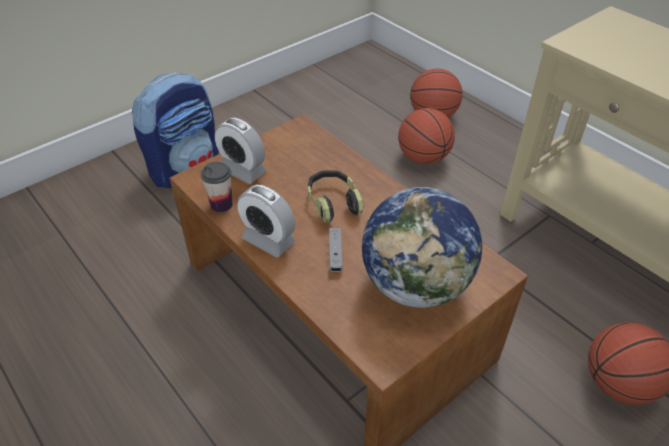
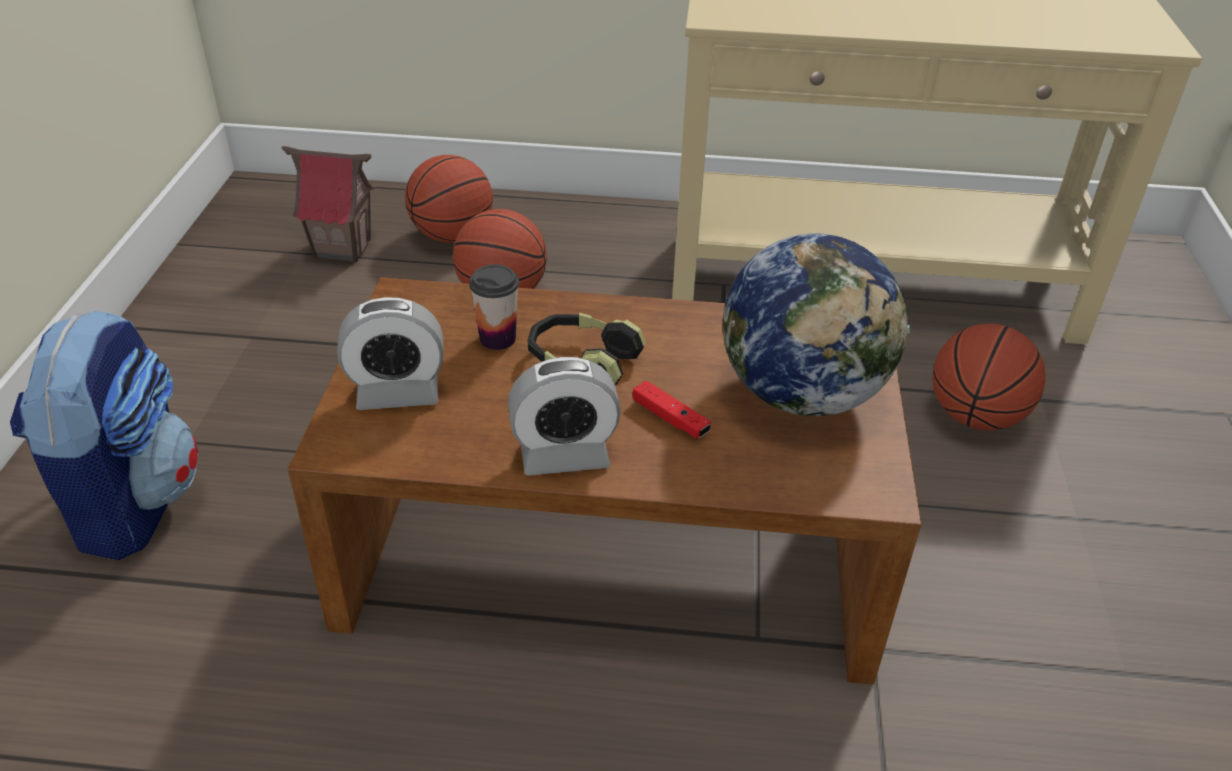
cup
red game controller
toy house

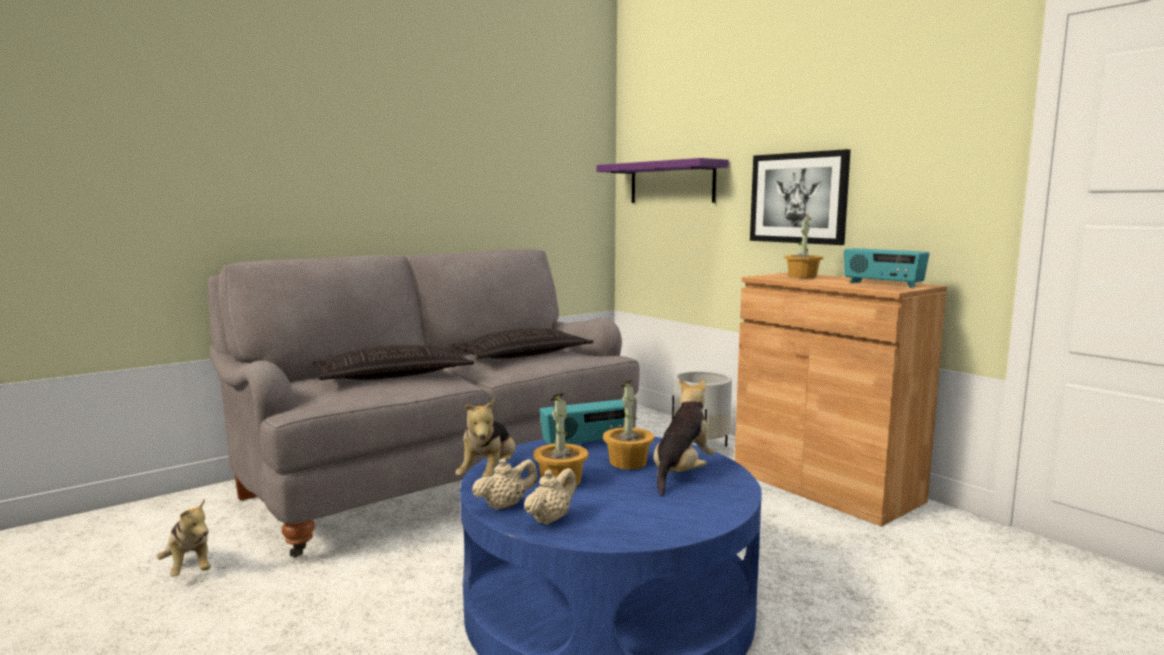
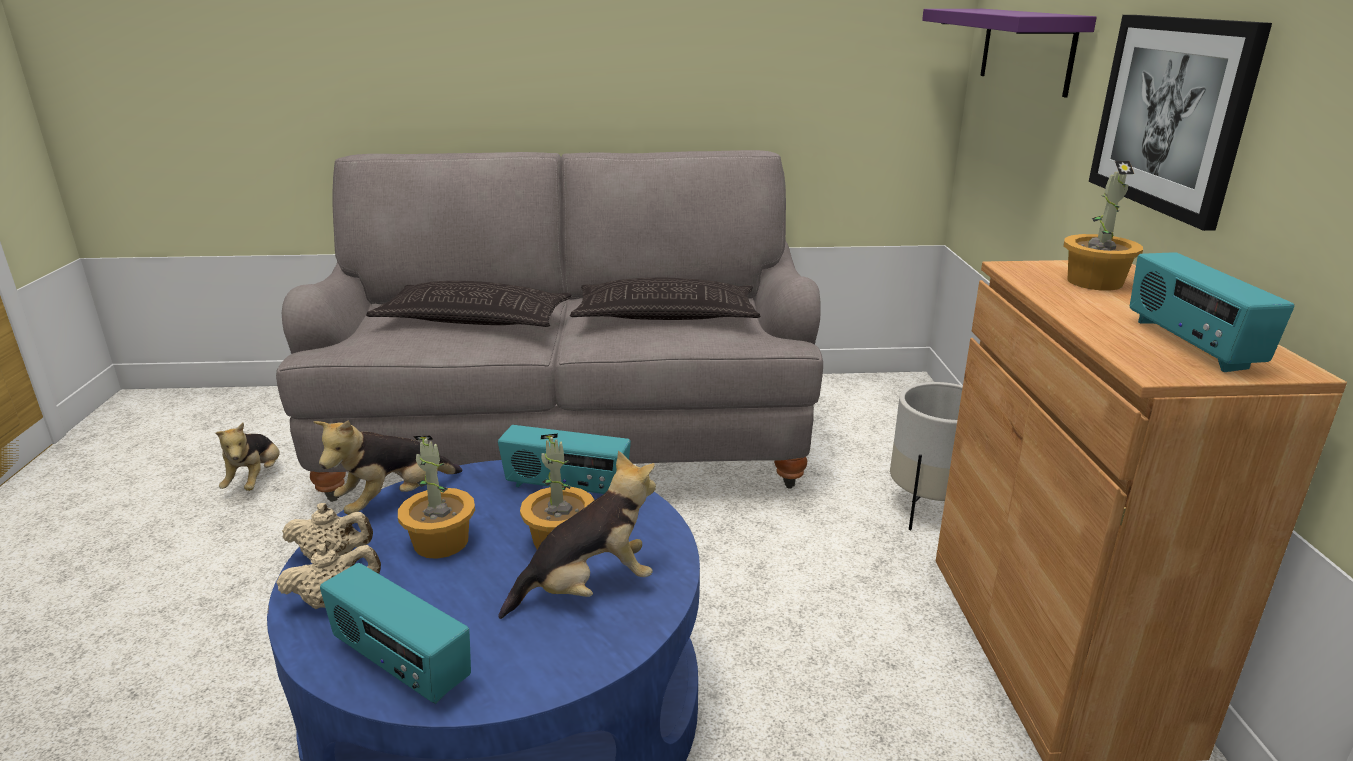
radio (1st from left)

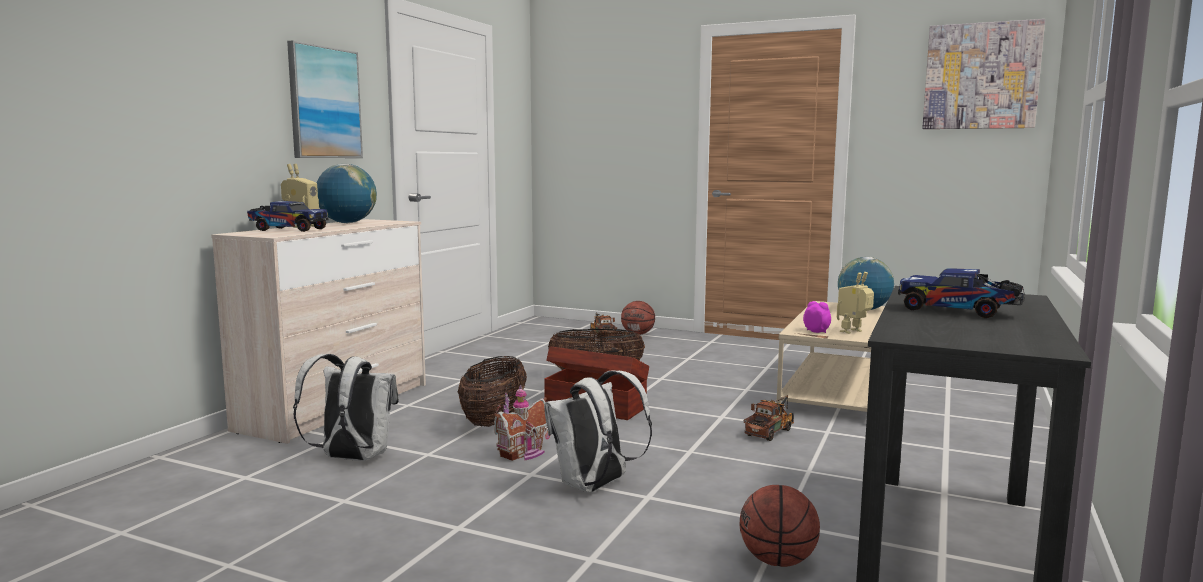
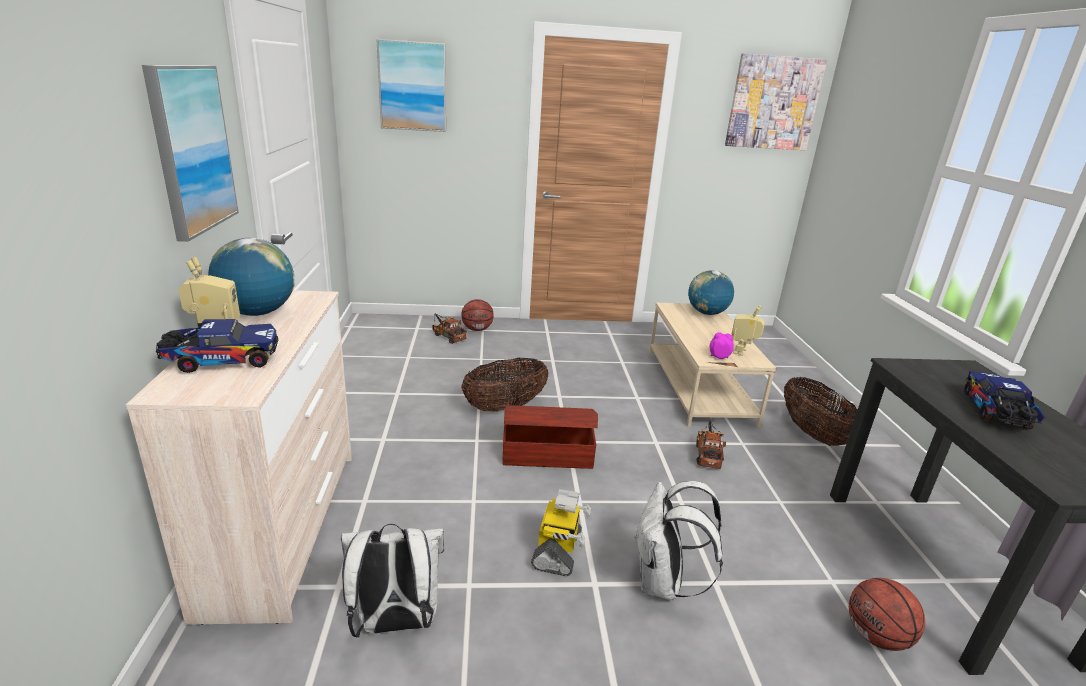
toy truck (4th from left)
basket (2nd from left)
toy robot (2nd from left)
picture (2nd from left)

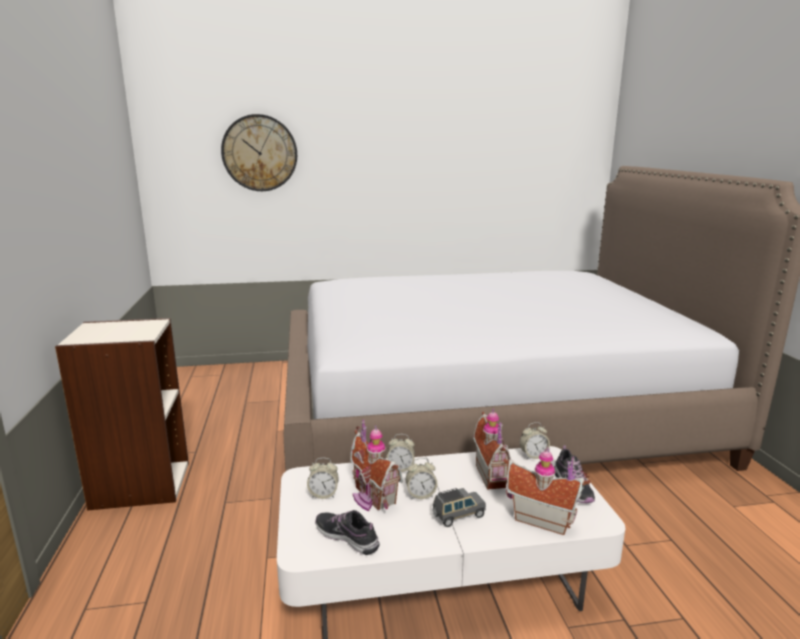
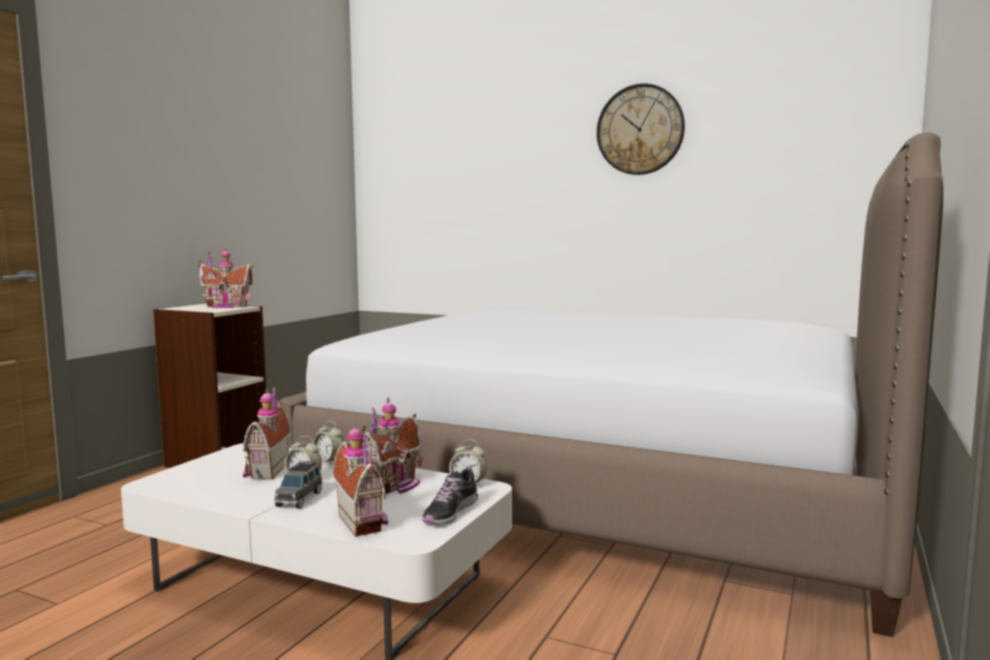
wall clock
alarm clock (1st from left in the first image)
grey toy car
shoe (1st from left in the first image)
toy house (1st from left)

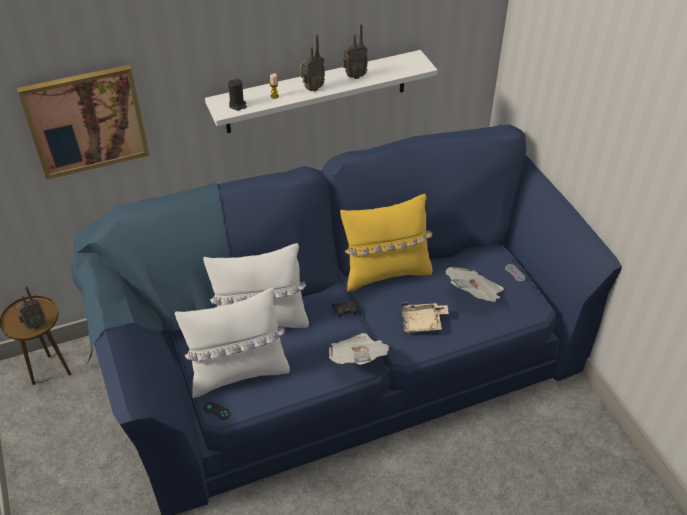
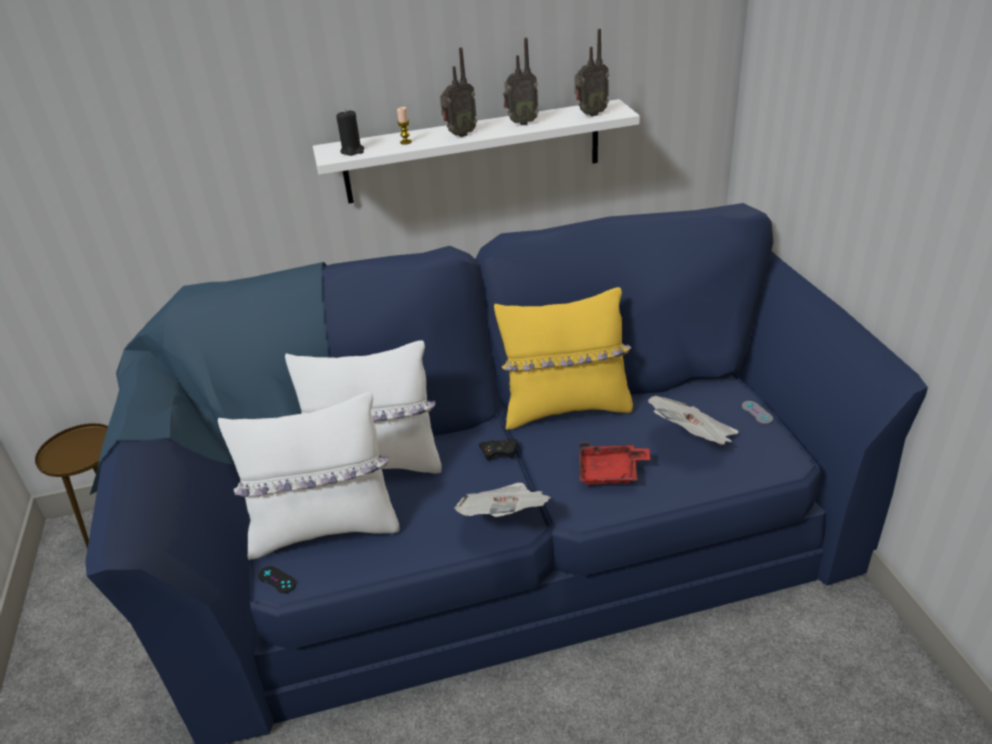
picture
radio (3rd from left)
red tray

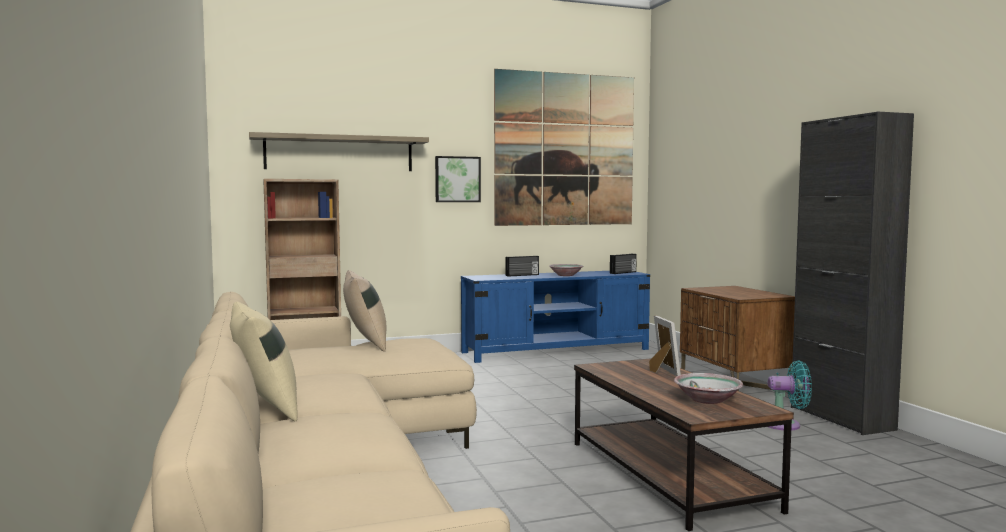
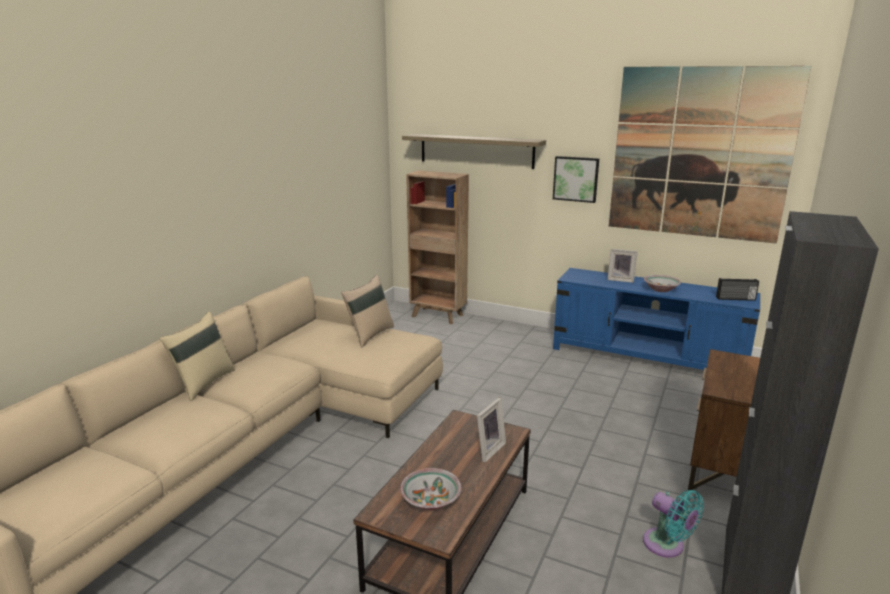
picture frame (2nd from left)

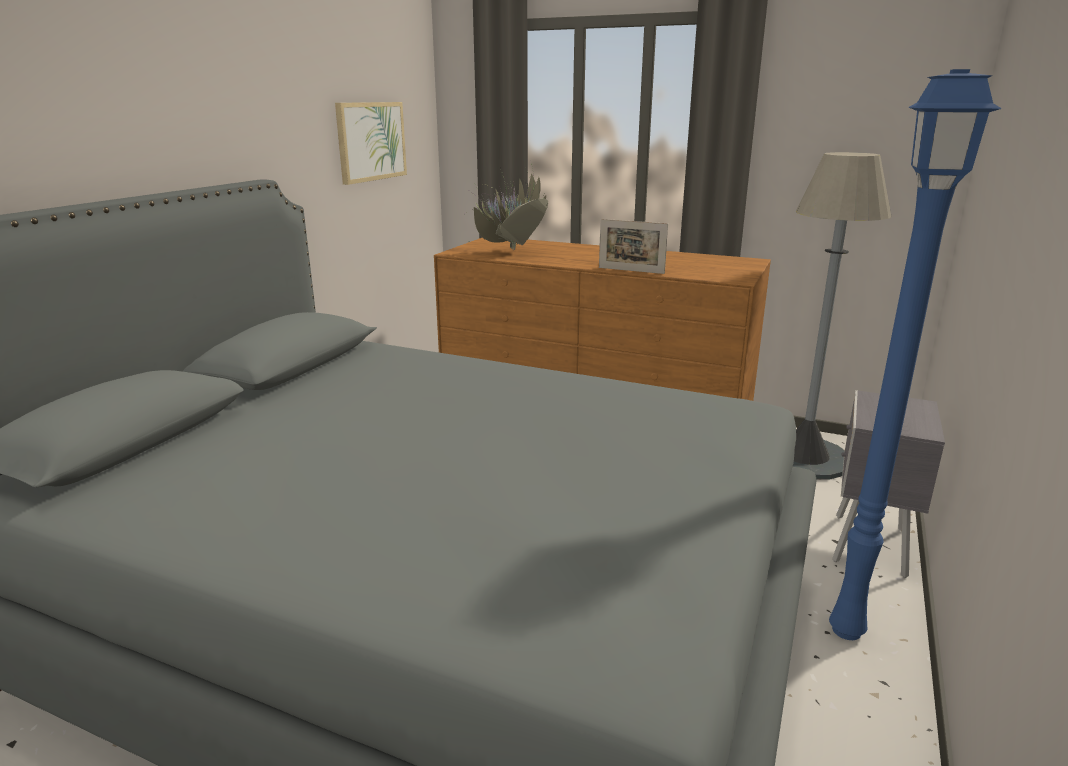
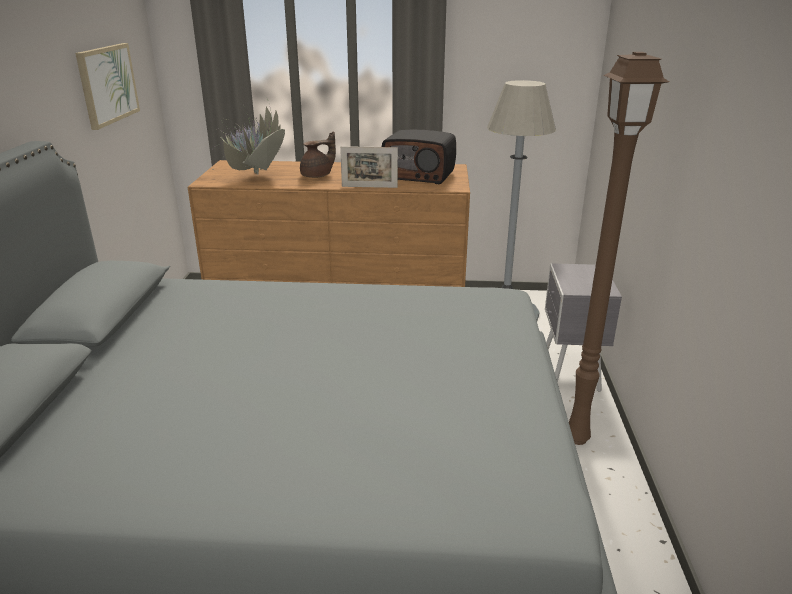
brown floor lamp
radio
brown teapot

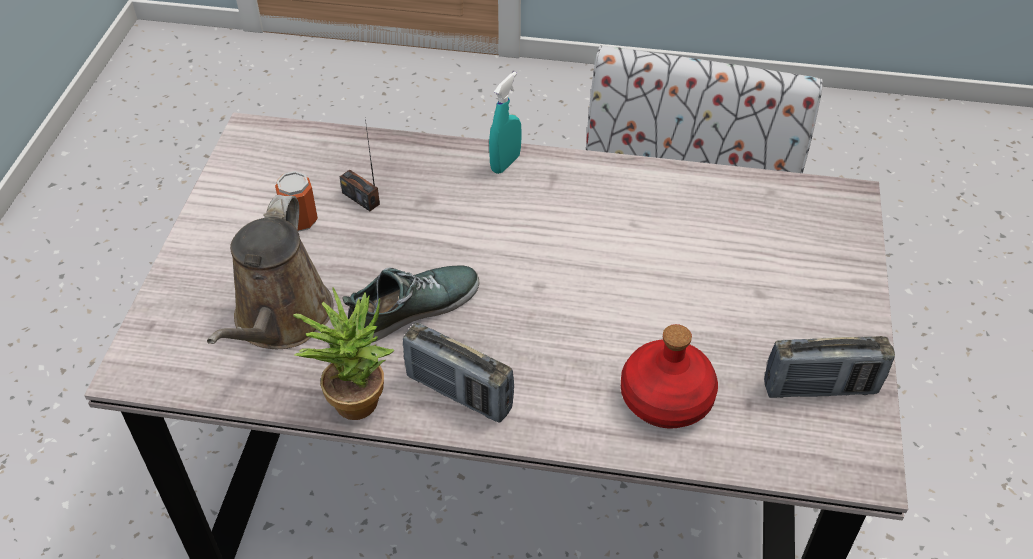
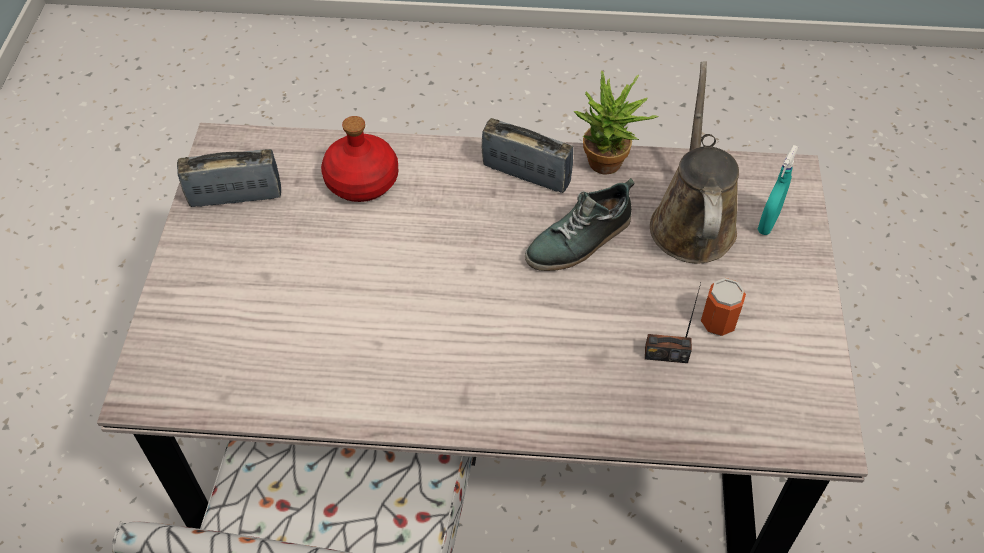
turquoise spray bottle
radio (3rd from left)

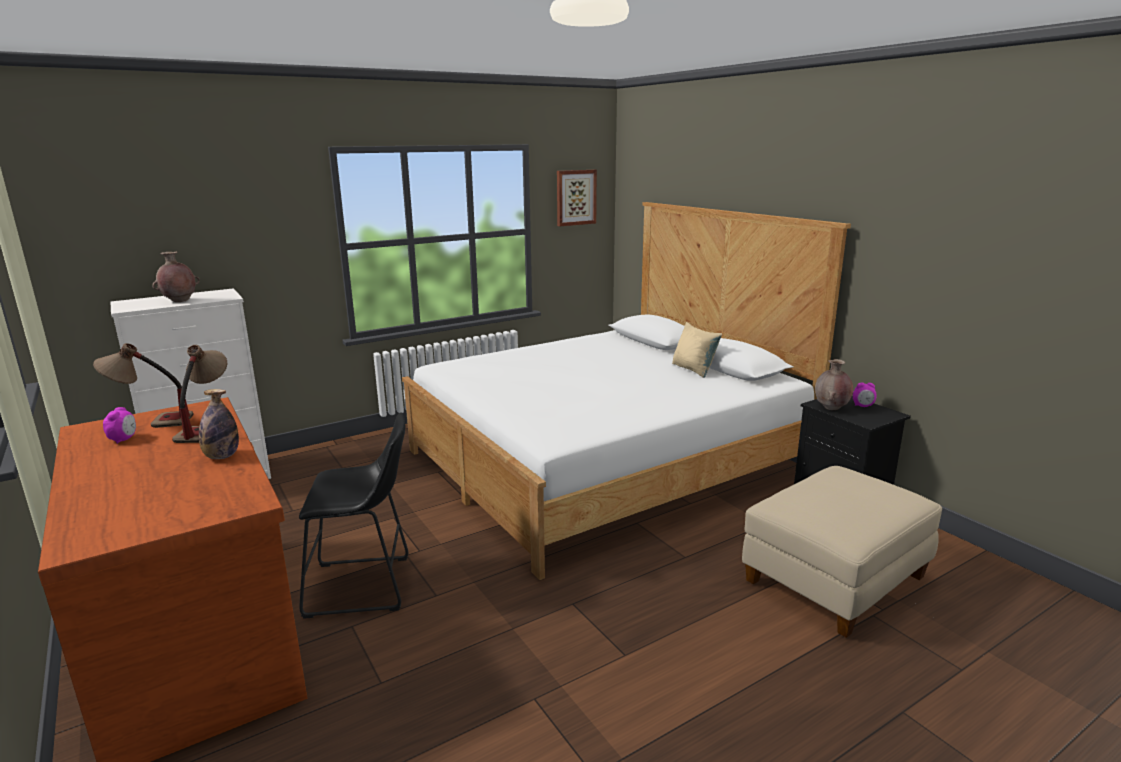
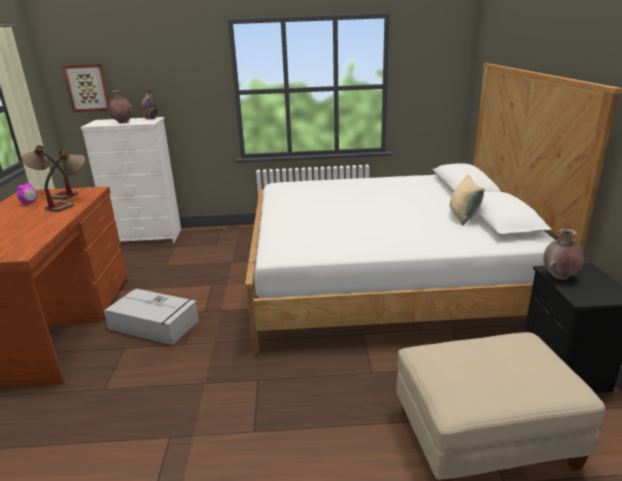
picture
alarm clock (2nd from left in the first image)
bottle
grey storage box

